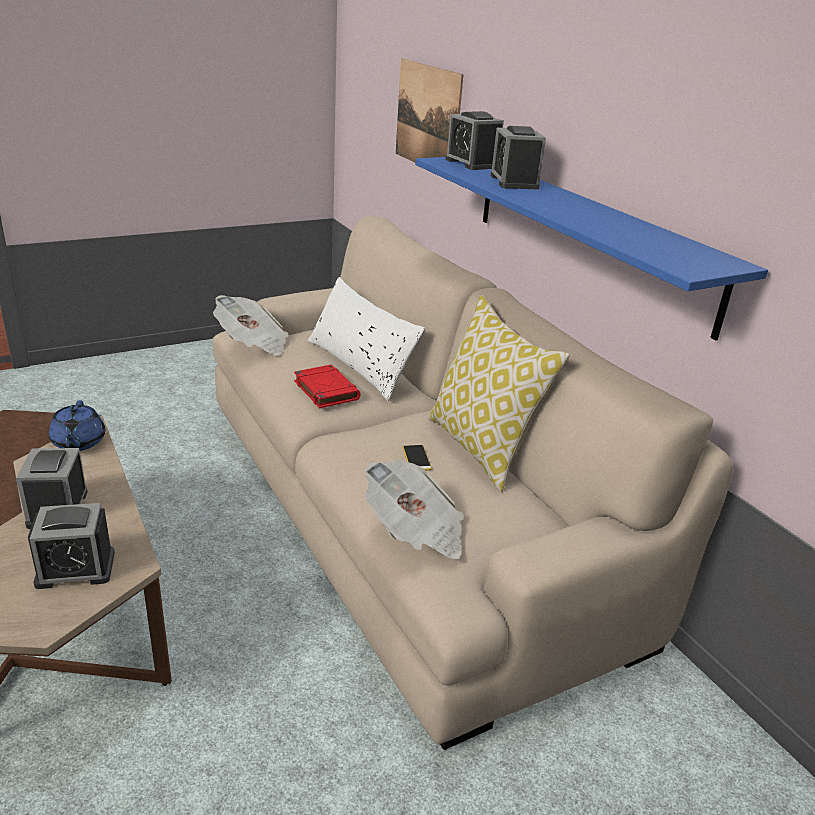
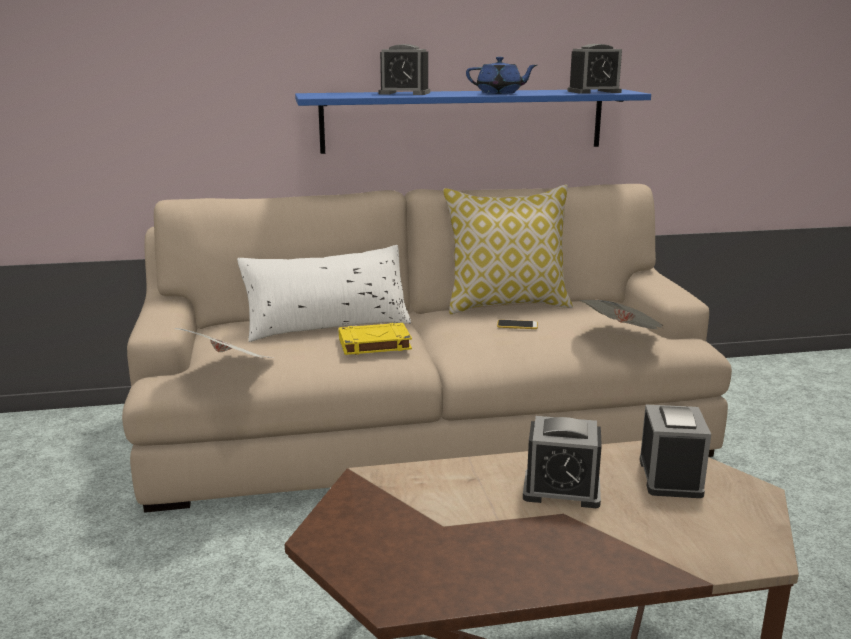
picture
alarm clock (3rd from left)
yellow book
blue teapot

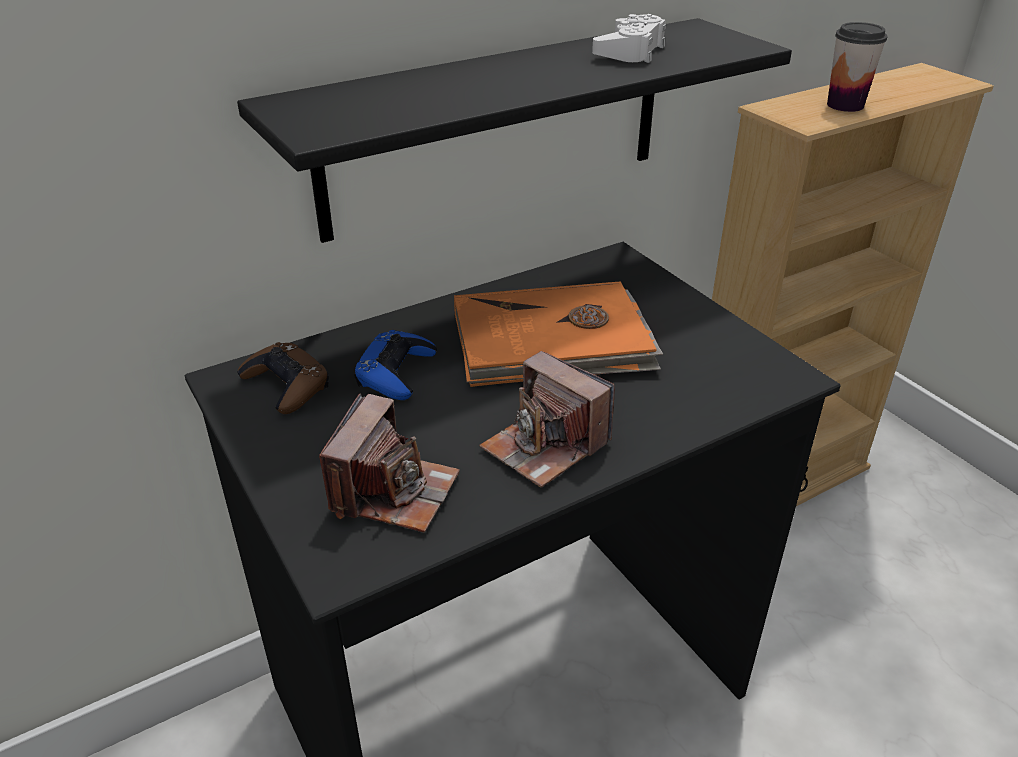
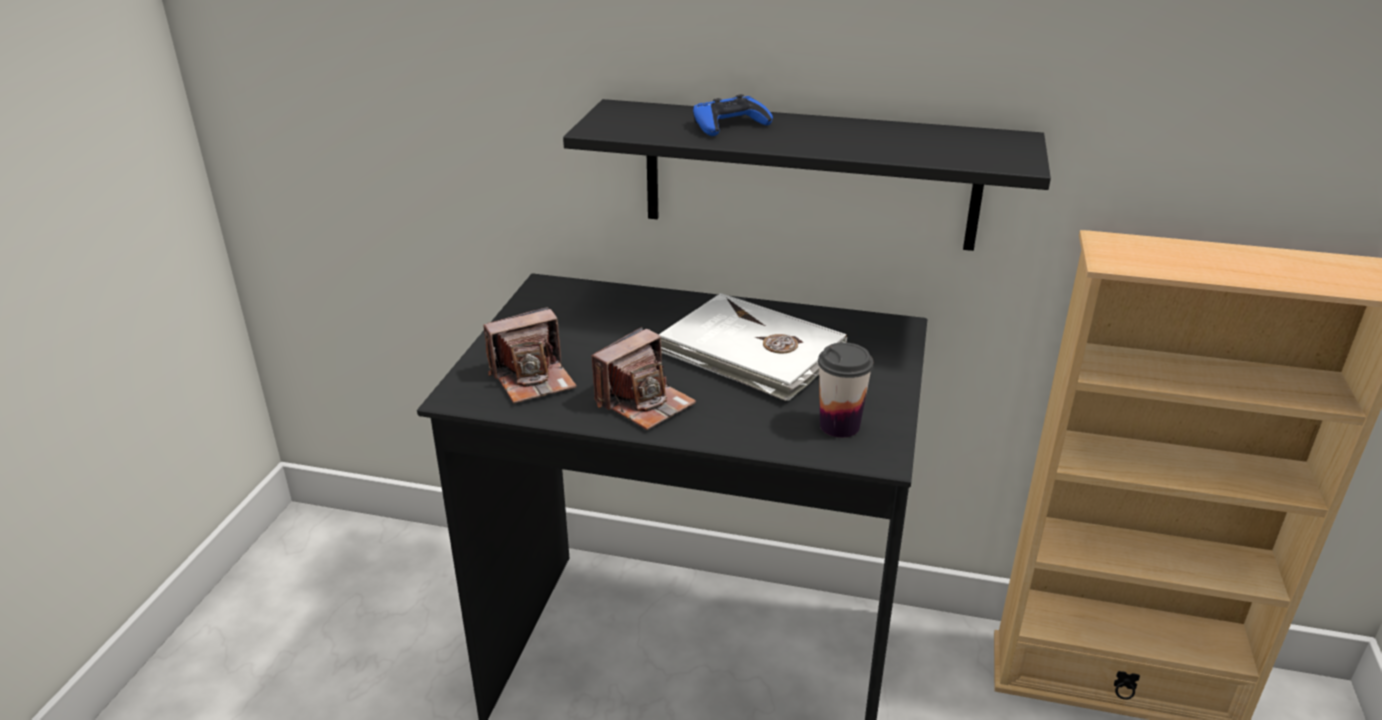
white game controller
cup
white book
blue game controller
brown game controller
photo camera (2nd from left)

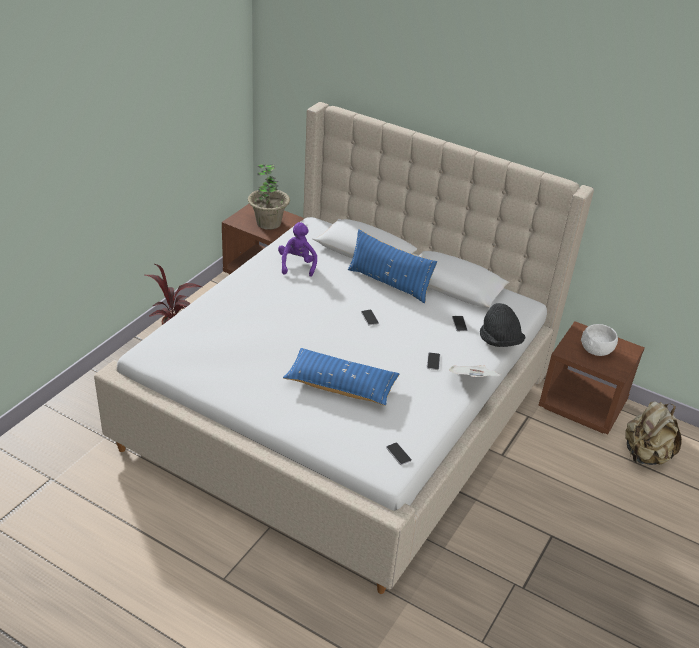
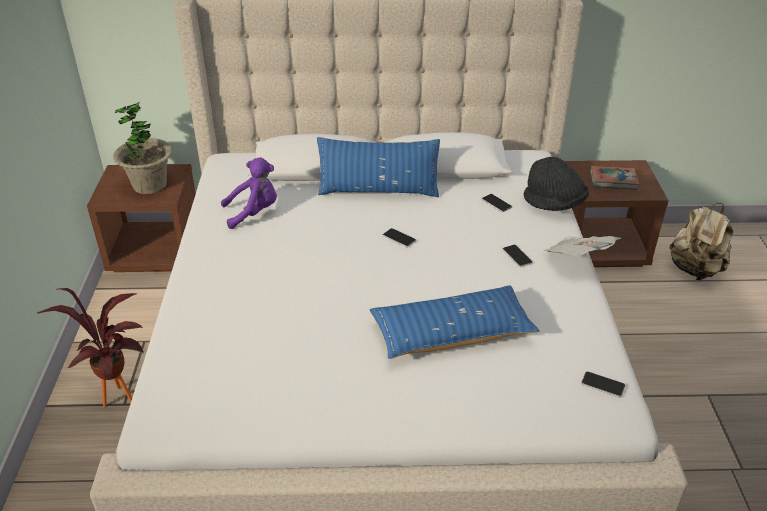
purple plush toy
book

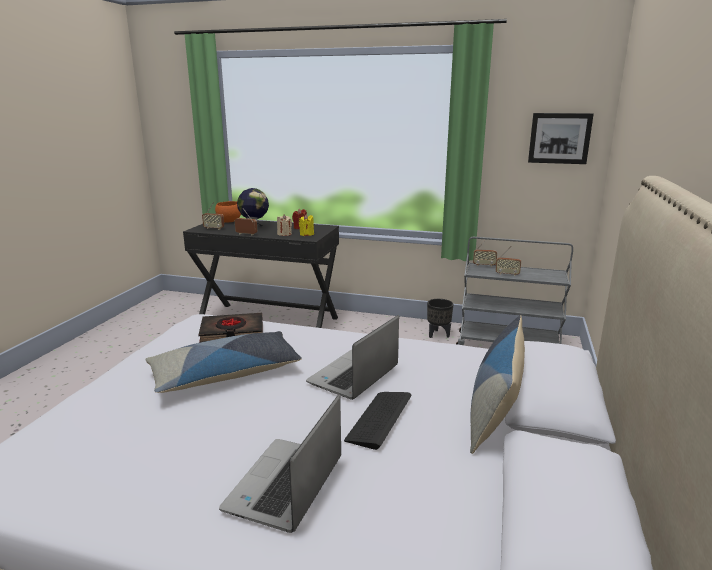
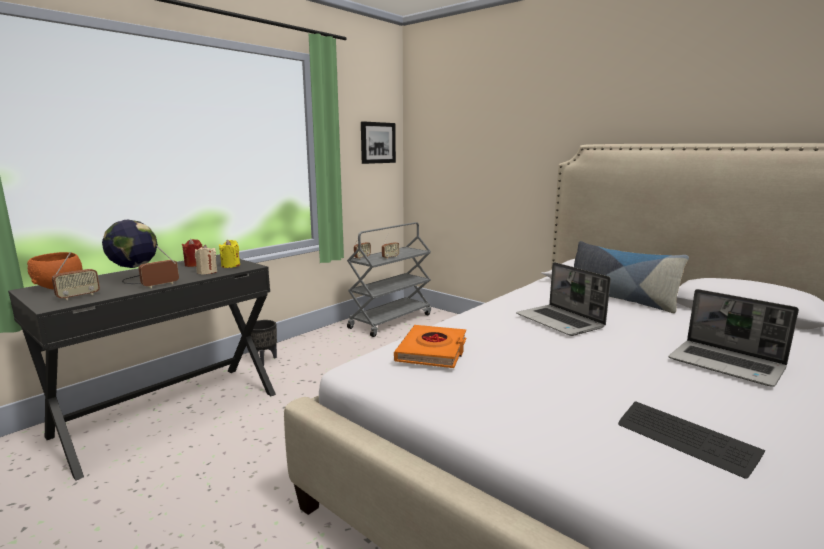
black planter
orange book
pillow (1st from left in the first image)
keyboard

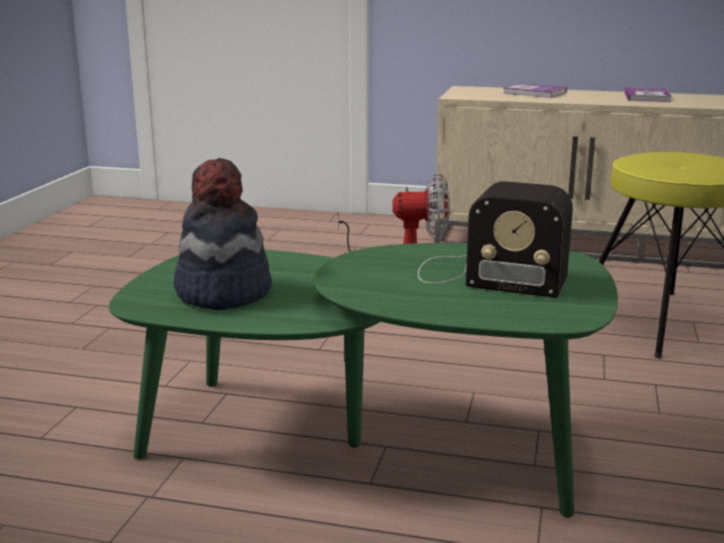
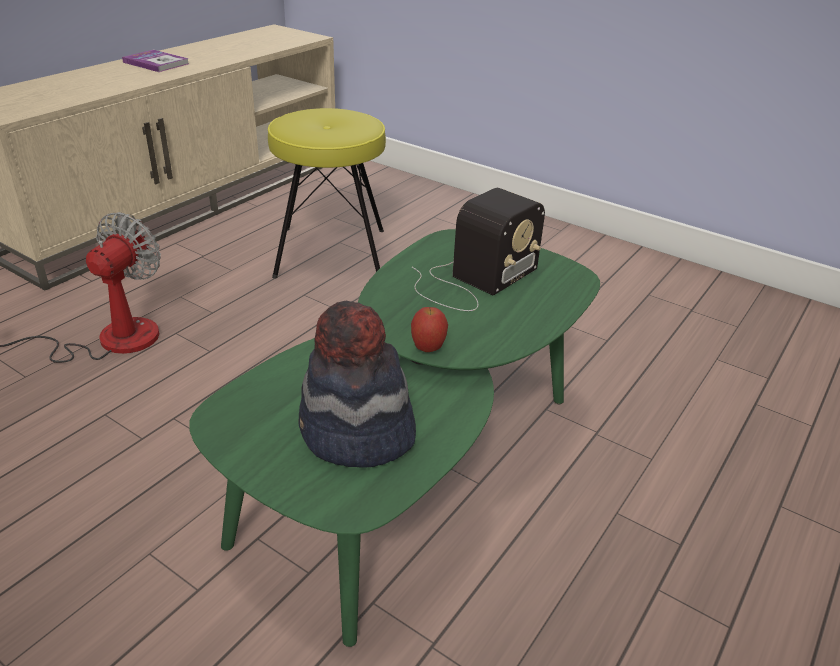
book (1st from left in the first image)
apple

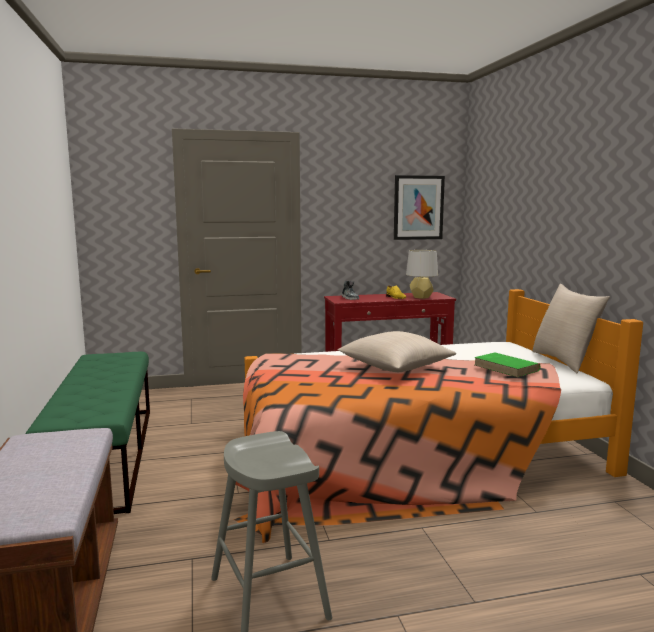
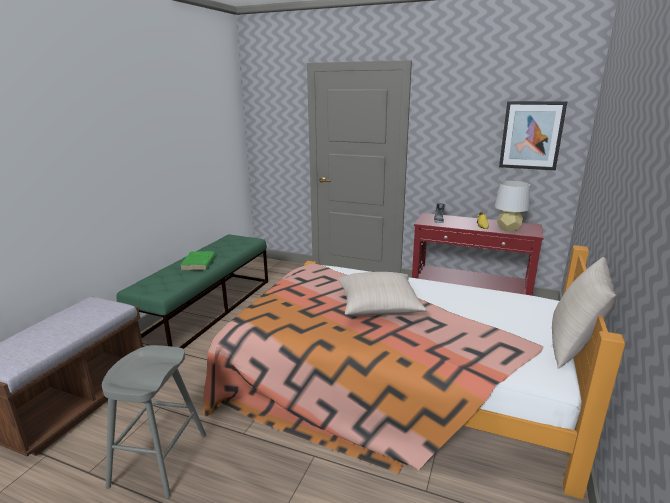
green book

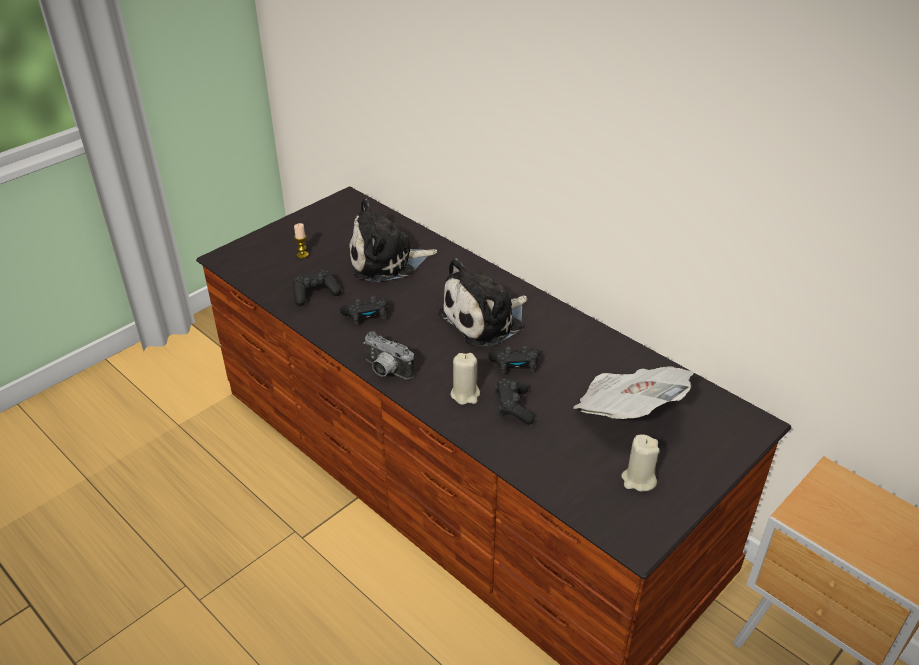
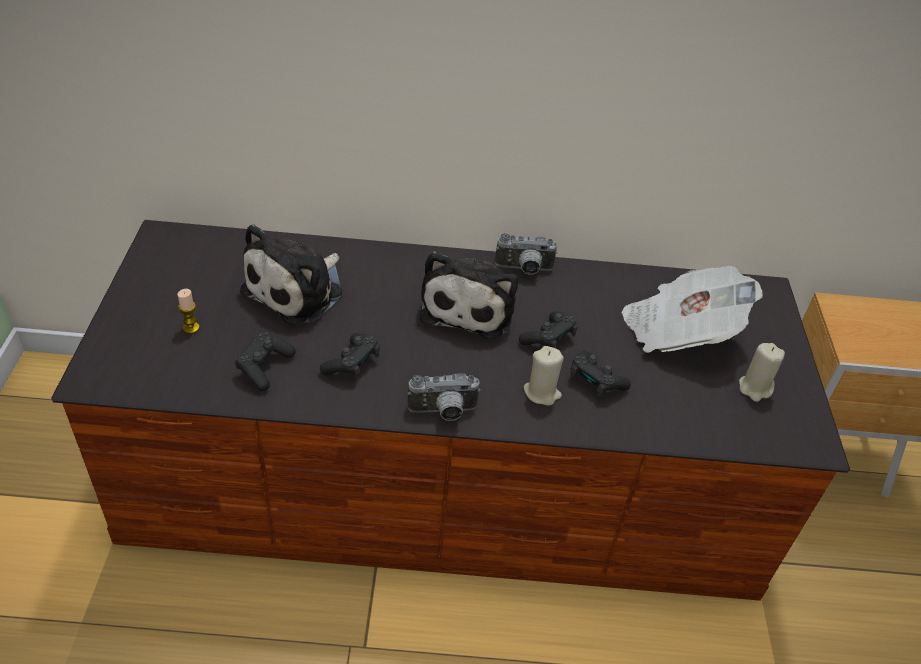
photo camera (2nd from left)

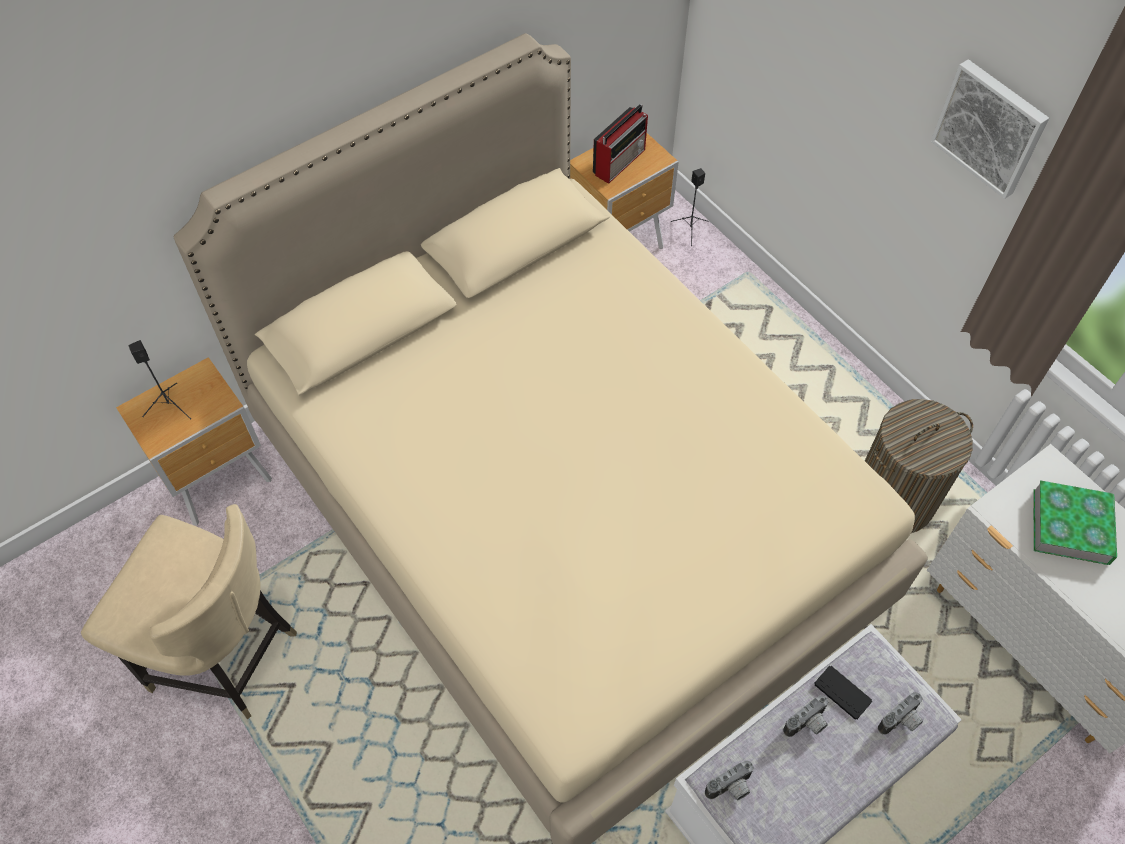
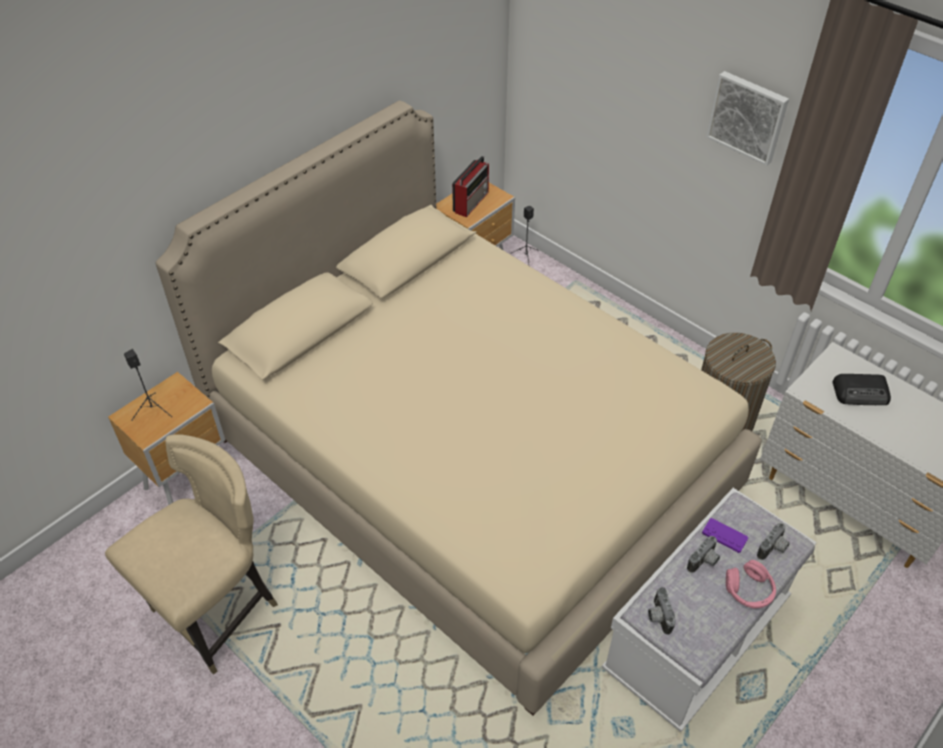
radio (2nd from left)
beige chair
purple game controller
photo camera (1st from left)
pink headphones

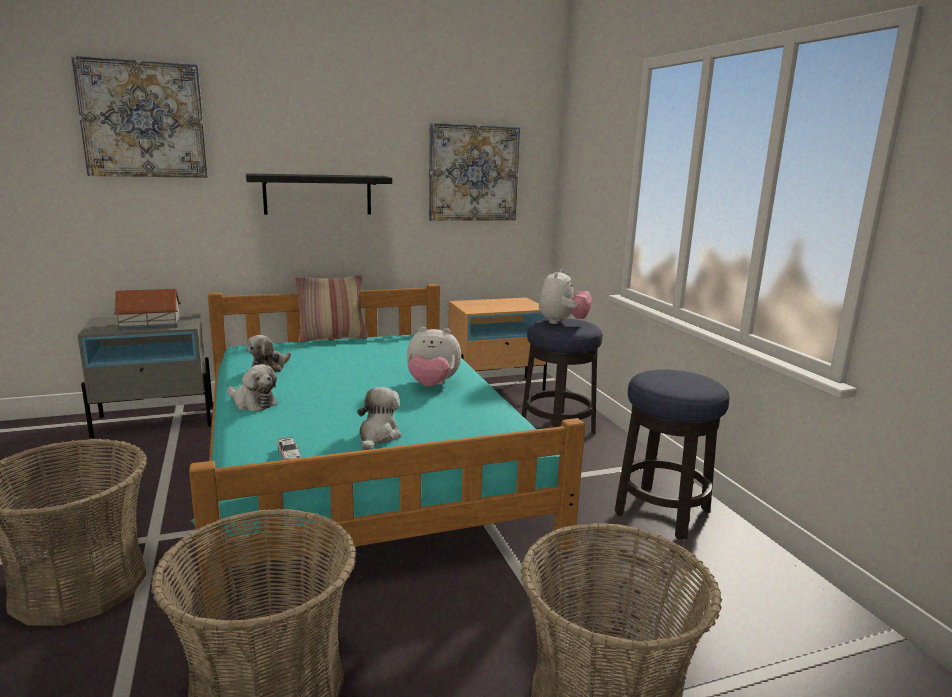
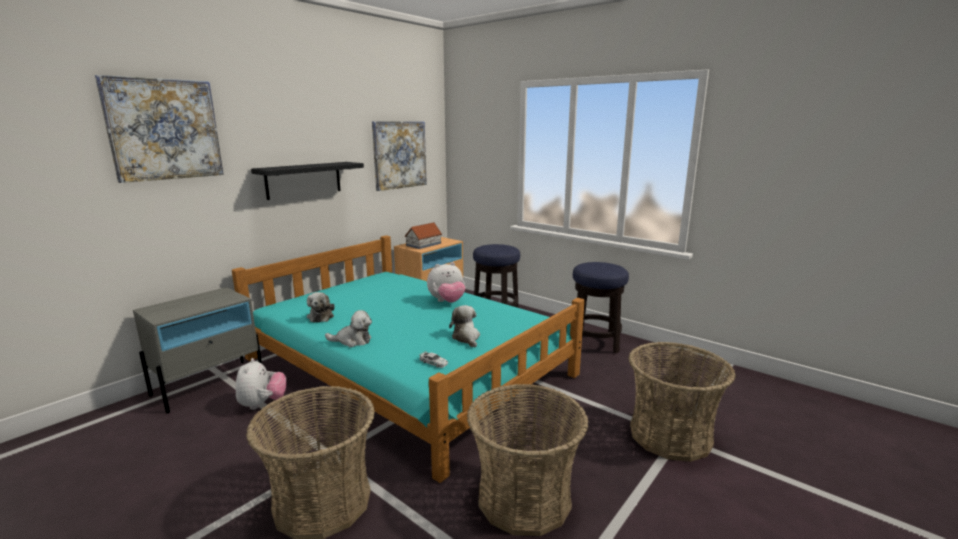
plush toy (1st from left)
pillow
toy house

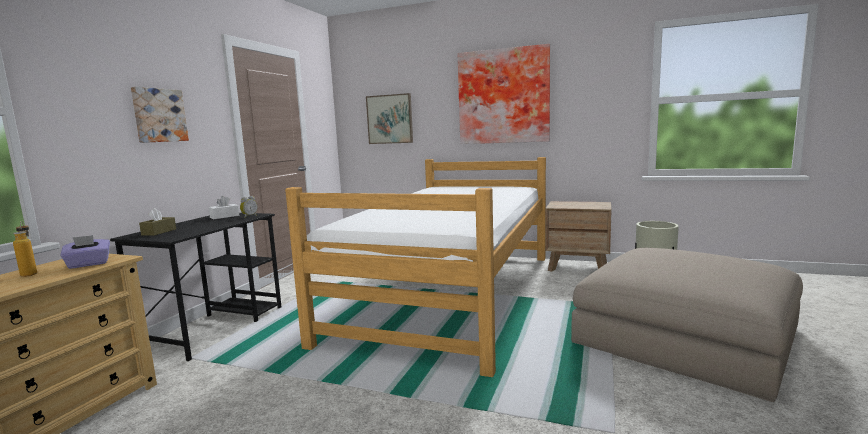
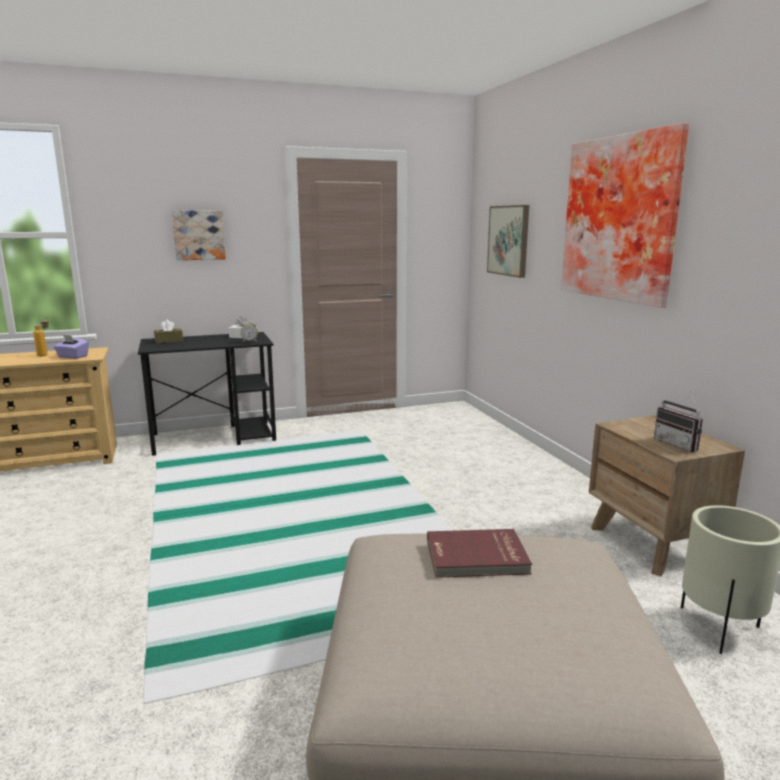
bed
radio
red book

